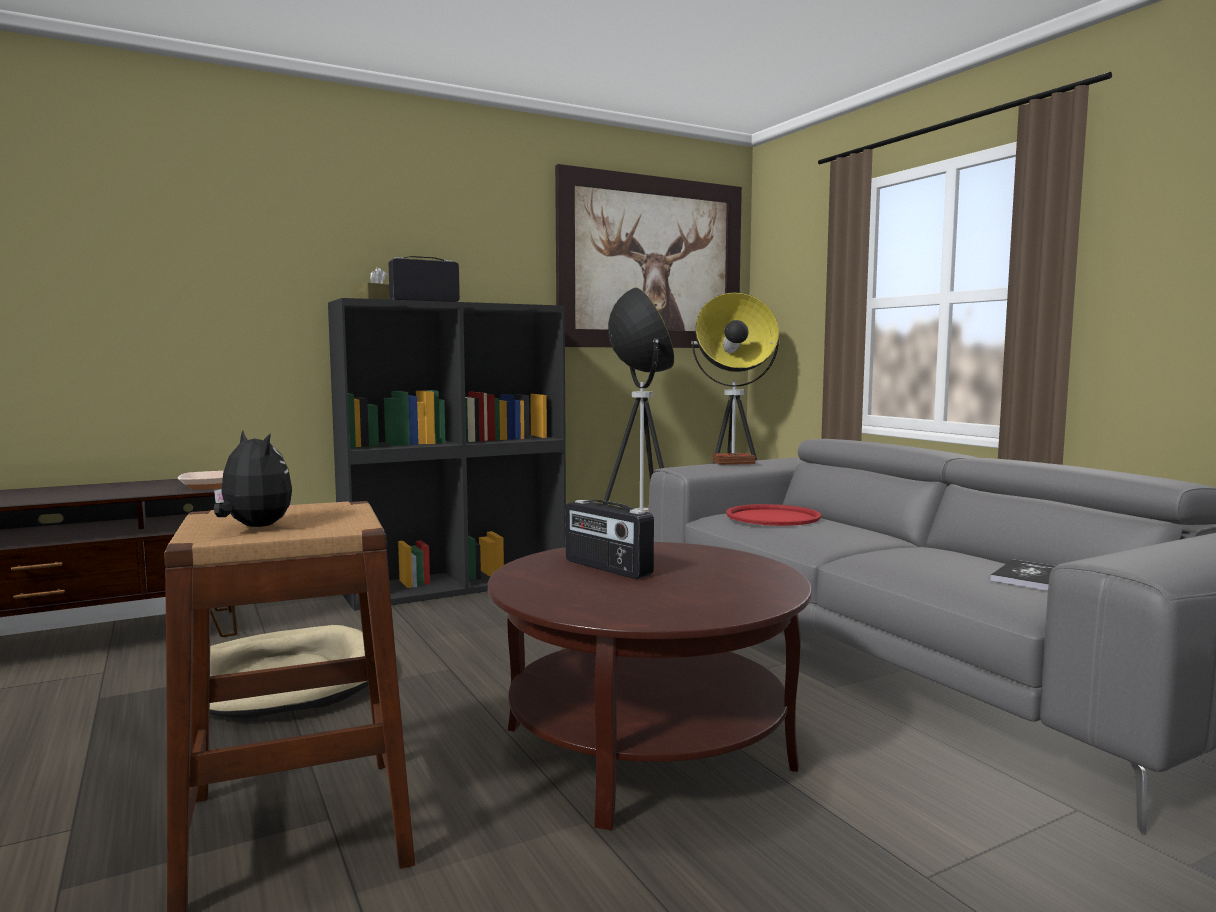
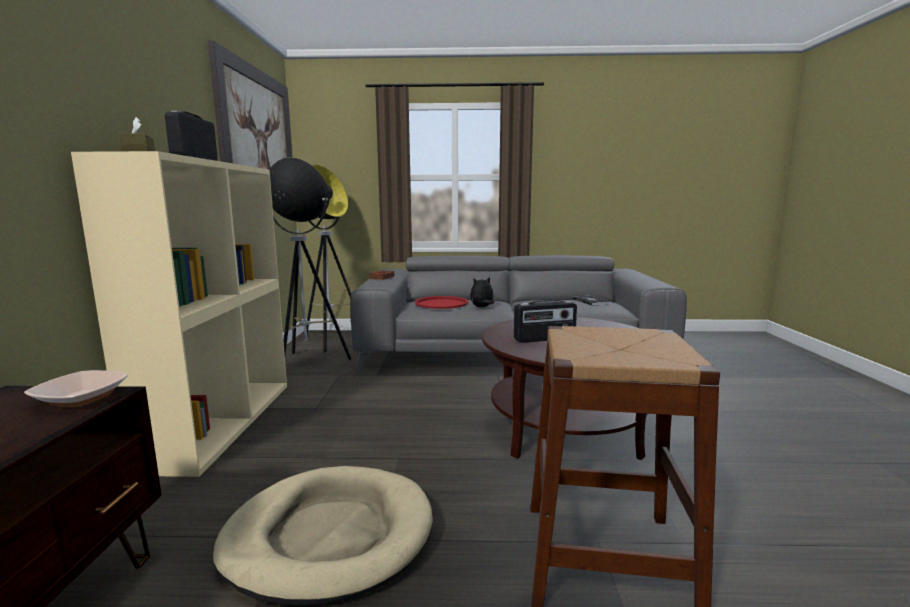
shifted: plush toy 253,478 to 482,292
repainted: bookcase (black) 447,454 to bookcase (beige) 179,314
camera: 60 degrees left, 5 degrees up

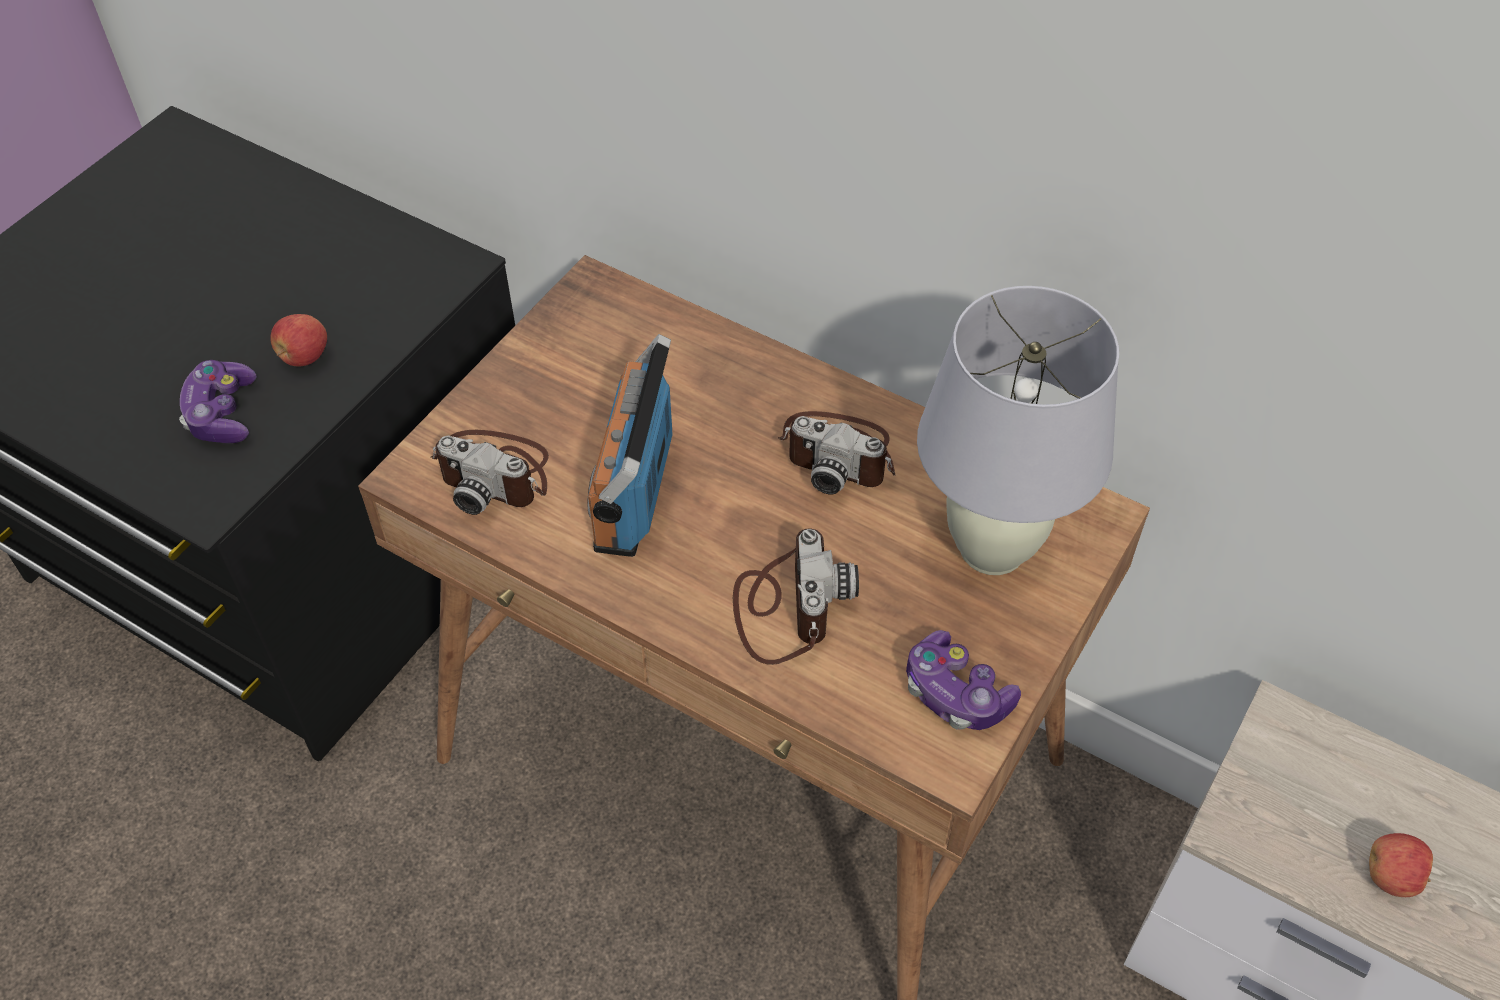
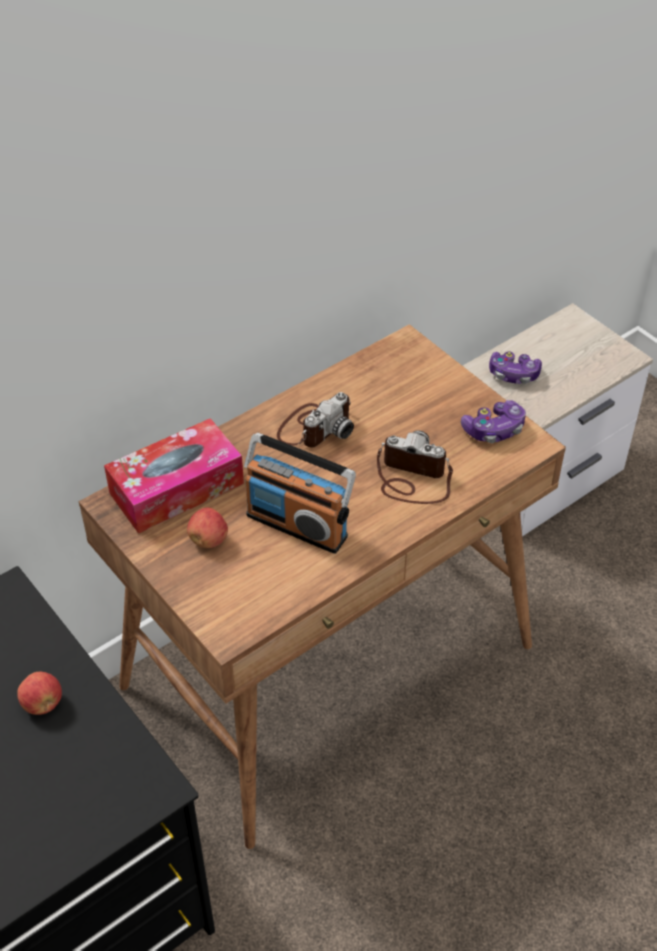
gone: photo camera 490,472; table lamp (white) 1018,430
new: tissue box 174,476
shifted: apple 1401,865 to 207,528; game controller 218,401 to 515,368
camera: 70 degrees left, 5 degrees down

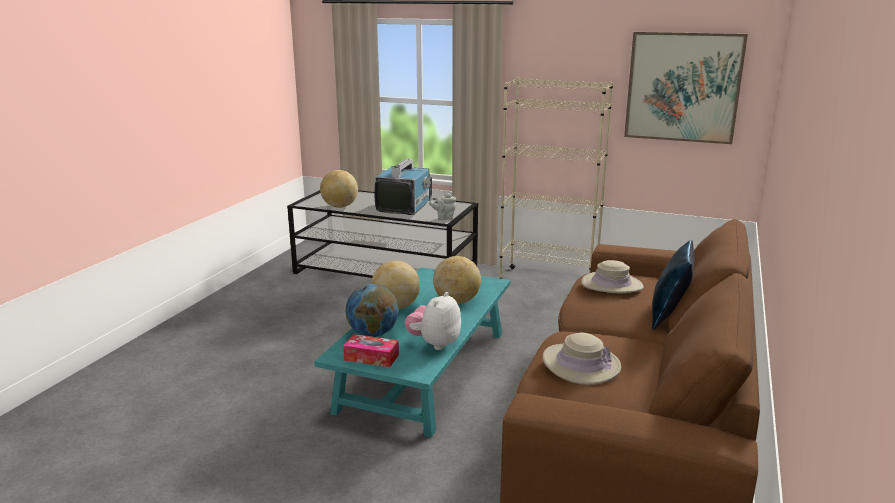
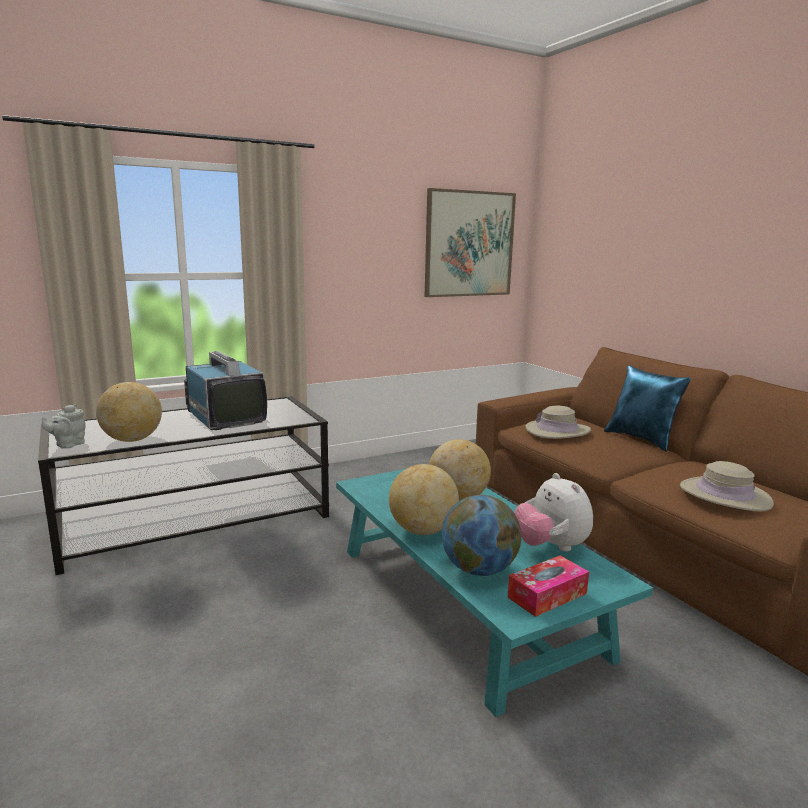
gone: bookcase (beige) 556,178
shifted: teapot (grey) 442,206 to 64,426
camera: 50 degrees left, 5 degrees down

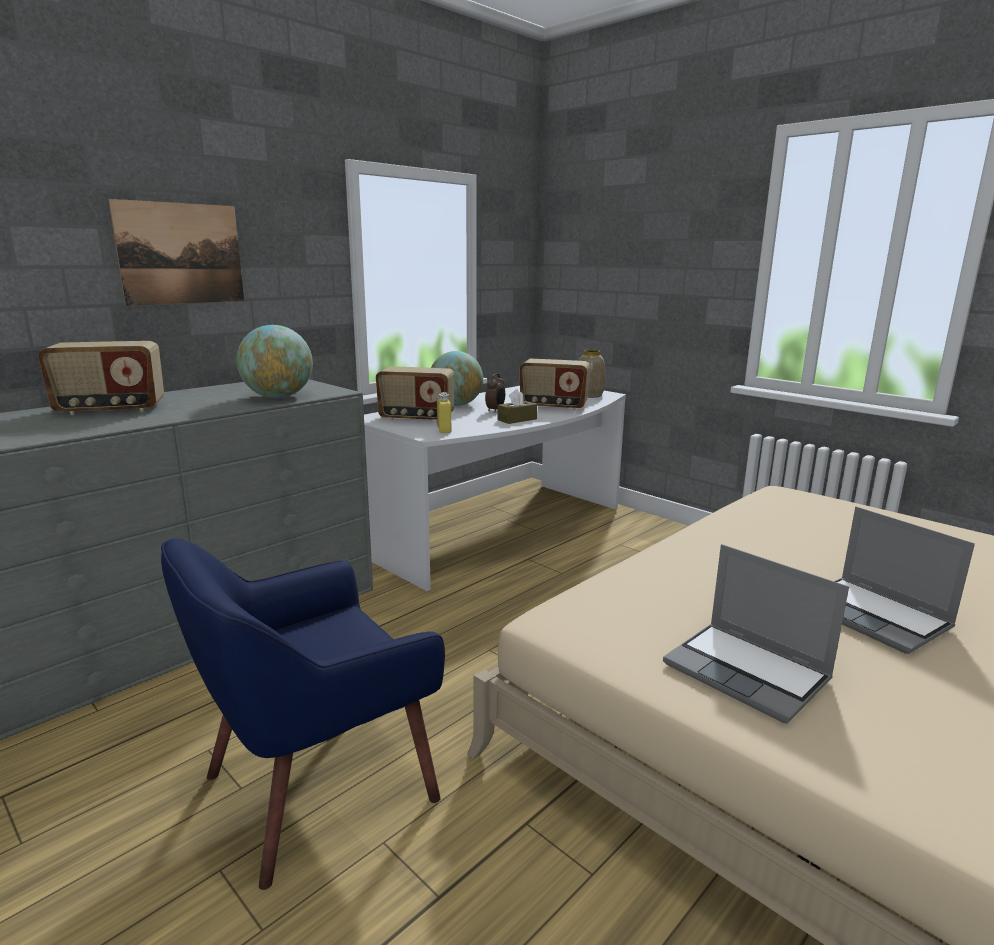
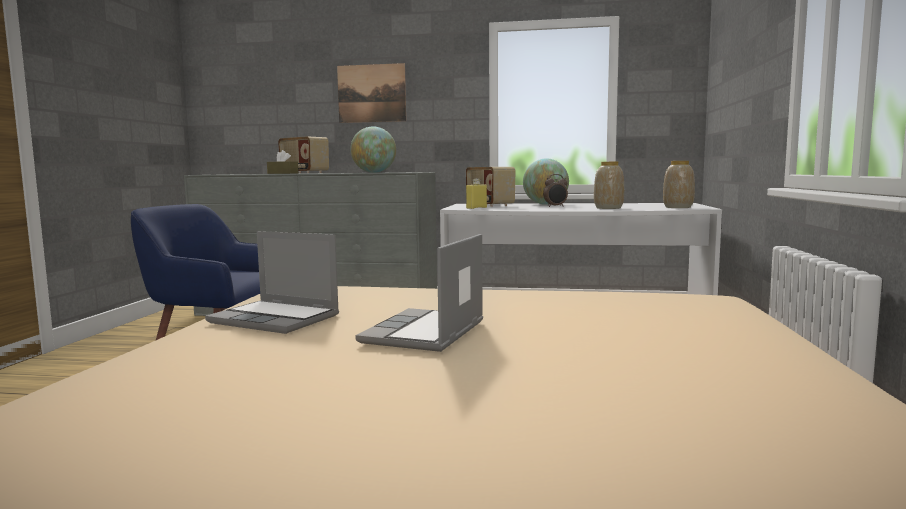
shifted: tissue box (brown) 517,406 to 282,162
swapped: radio 555,385 to vase 609,185
rotated: laptop 756,633 = 272,282 75 degrees counterclockwise
camera: 55 degrees right, 10 degrees down

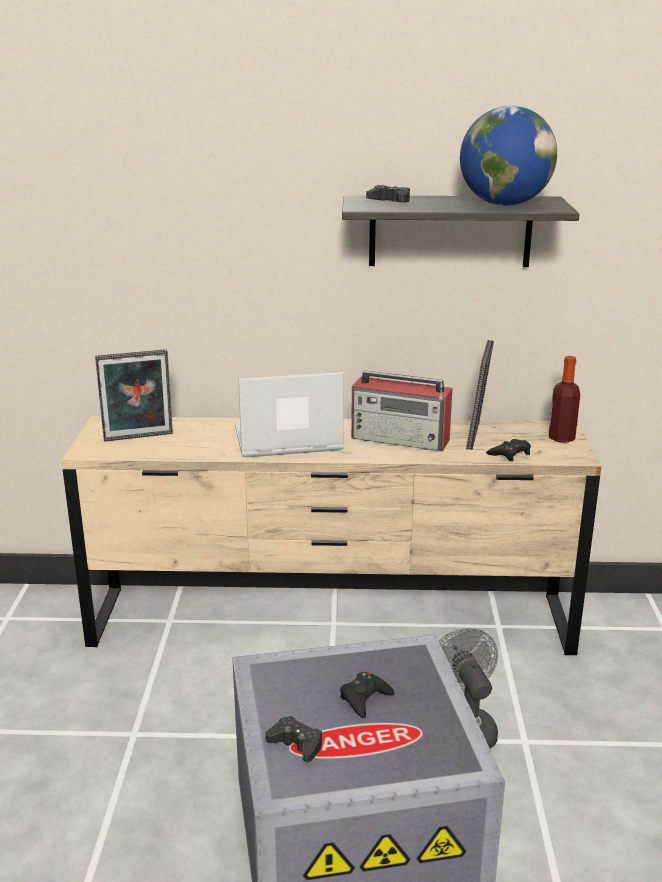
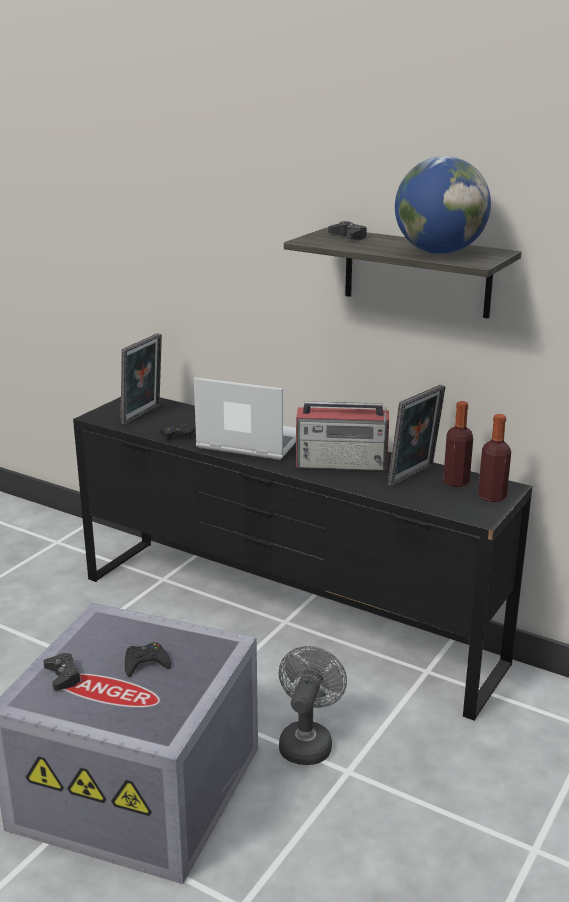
new: bottle 458,444
shifted: game controller (black) 508,450 to 177,432
repainted: dresser (beige) 331,535 to dresser (black) 302,559
rotated: picture frame 134,395 = 141,379 75 degrees counterclockwise; radio 402,411 = 342,436 45 degrees counterclockwise
camera: 30 degrees right, 0 degrees up

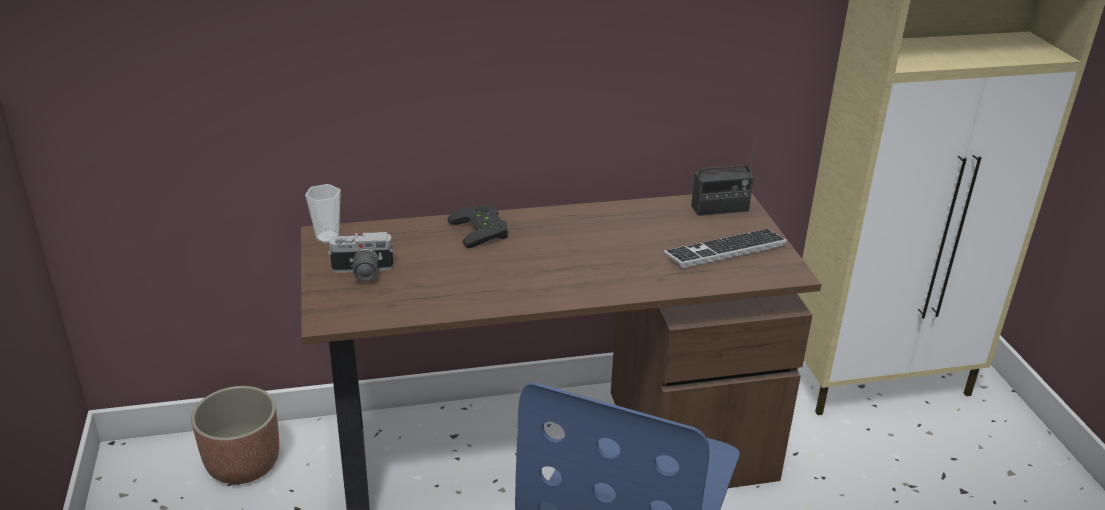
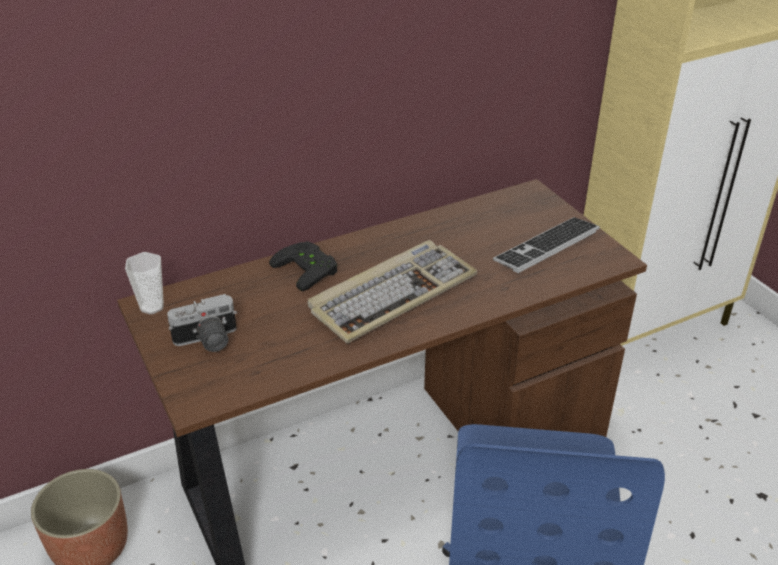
gone: radio 723,176
new: keyboard 392,292
camera: 15 degrees left, 5 degrees up

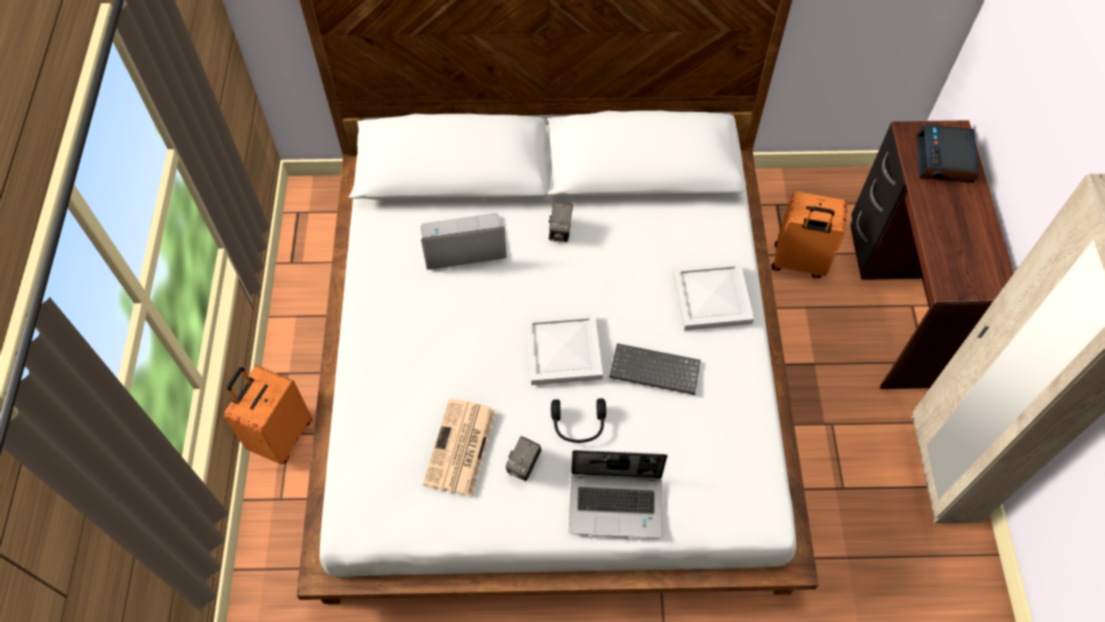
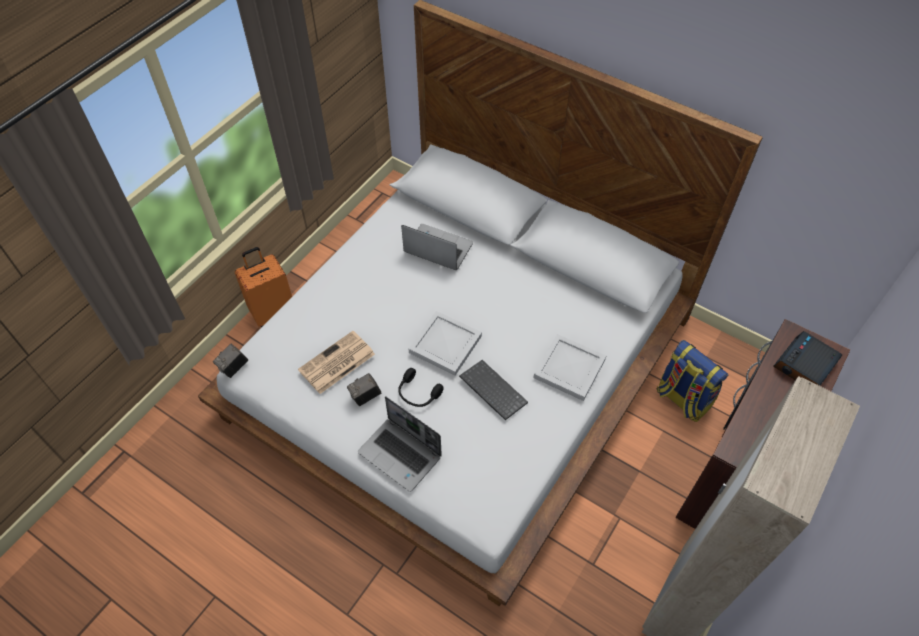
shifted: photo camera 561,222 to 230,361
swapped: suitcase (orange) 810,235 to backpack 692,381
camera: 35 degrees right, 5 degrees down

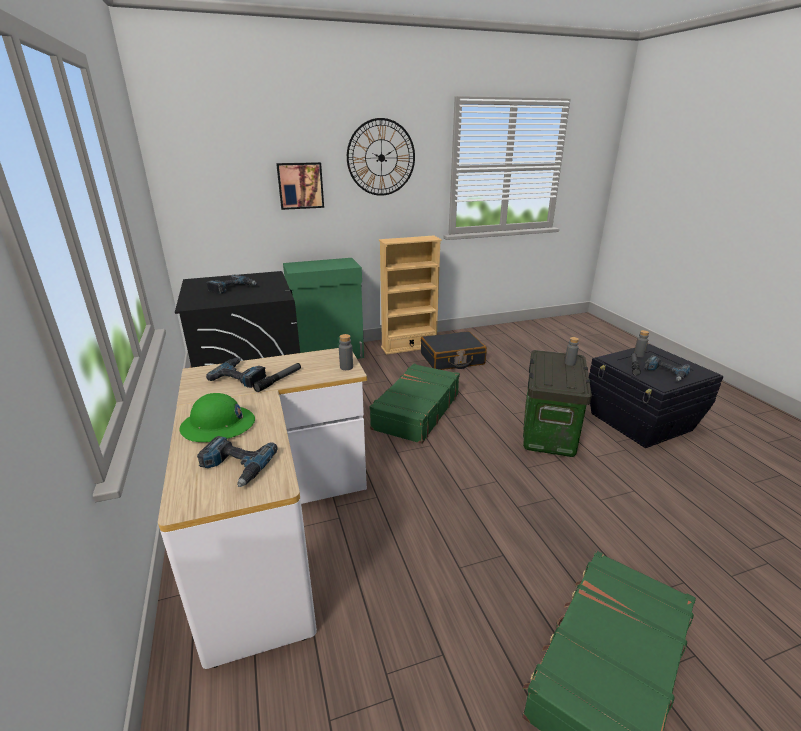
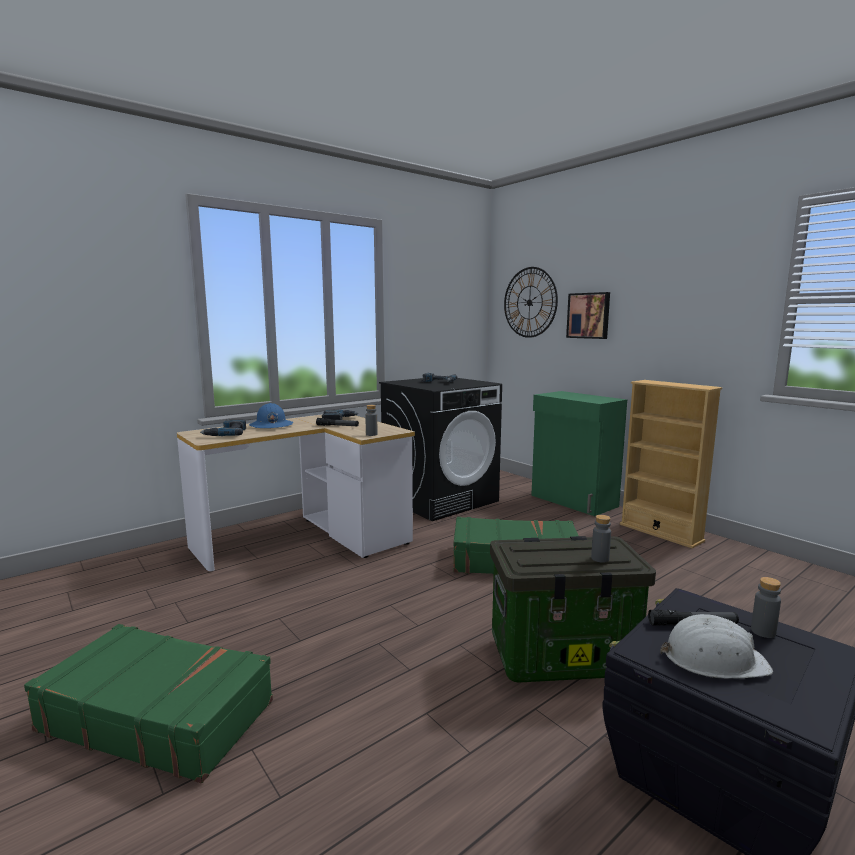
gone: suitcase (black) 454,350
shifted: wall clock 381,157 to 531,302
swapped: power drill 667,368 to hard hat (white) 716,646
repainted: hard hat (green) 217,417 to hard hat (blue) 271,415
camera: 70 degrees right, 15 degrees down

